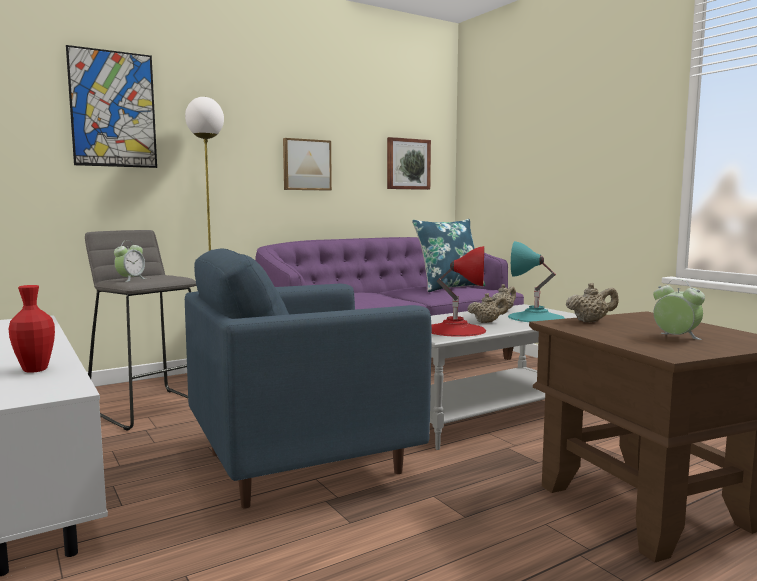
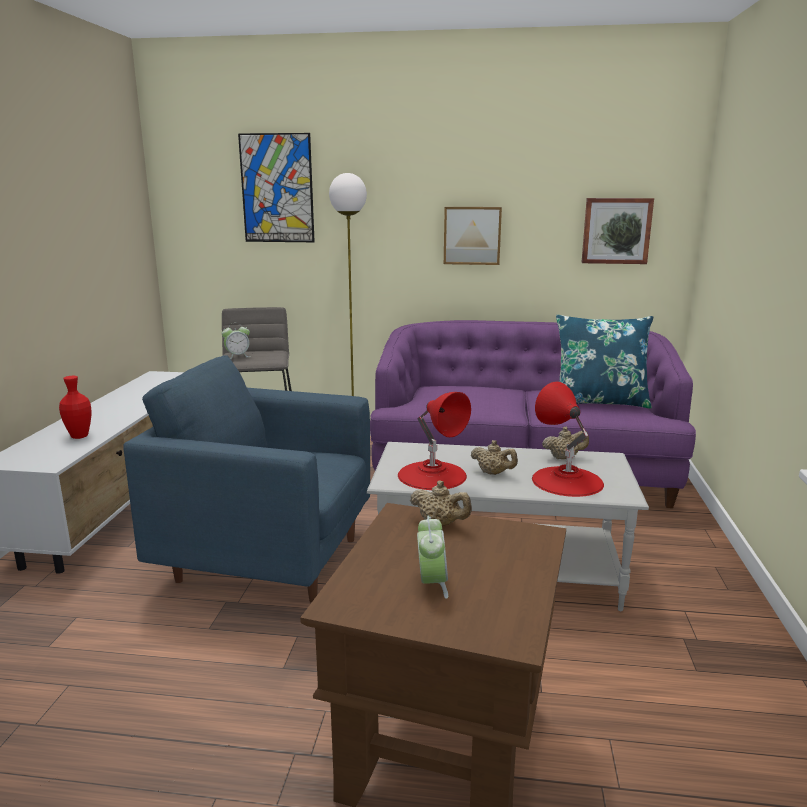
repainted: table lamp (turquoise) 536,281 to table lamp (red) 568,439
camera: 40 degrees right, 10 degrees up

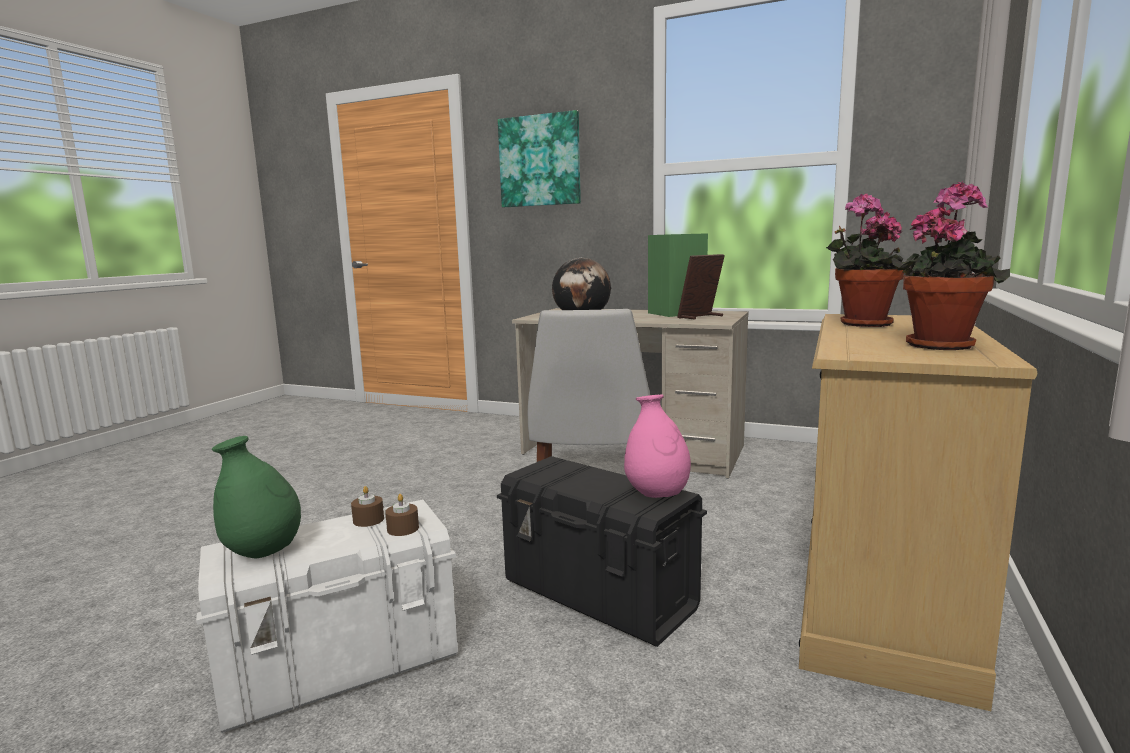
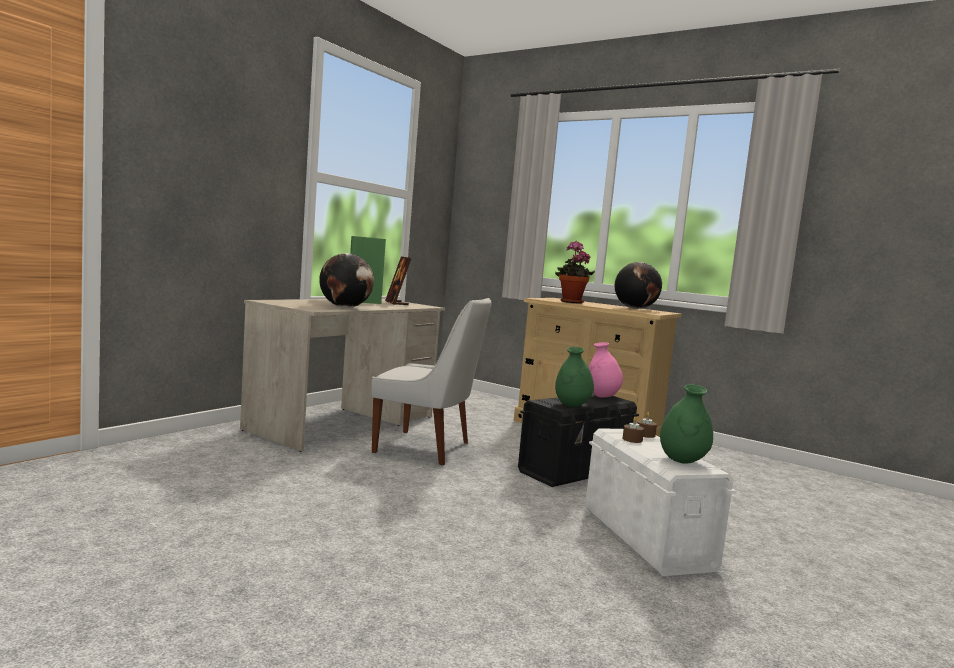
gone: picture 539,158
new: vase (green) 574,377
swapped: potted plant 950,265 to globe 638,285
camera: 80 degrees left, 5 degrees down

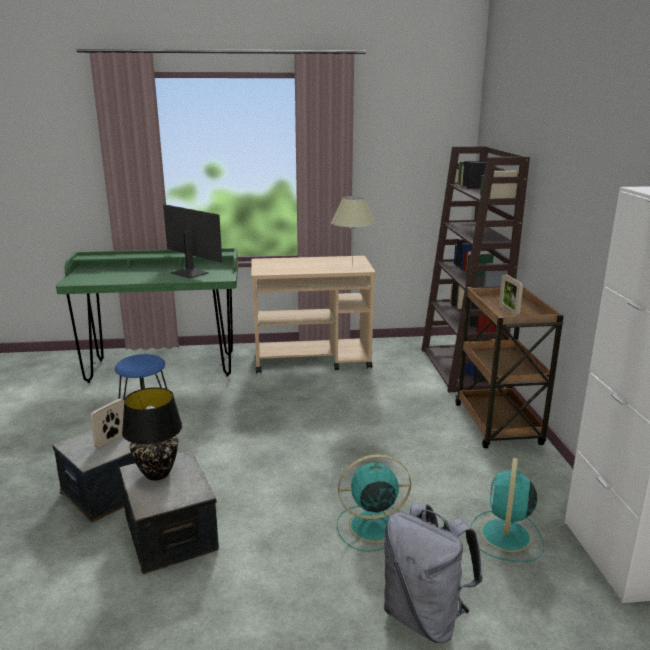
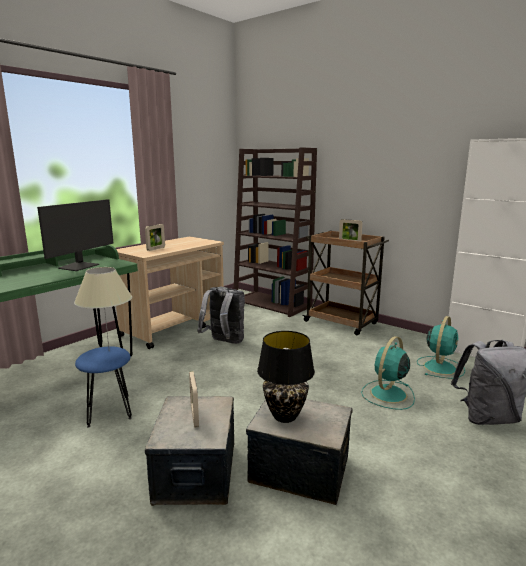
new: picture frame 155,237; backpack (grey) 221,315
shifted: table lamp (beige) 353,231 to 103,307
rotated: monitor 192,241 = 75,235 120 degrees clockwise; fan (turquoise) 507,510 = 441,347 120 degrees counterclockwise
camera: 45 degrees left, 5 degrees down

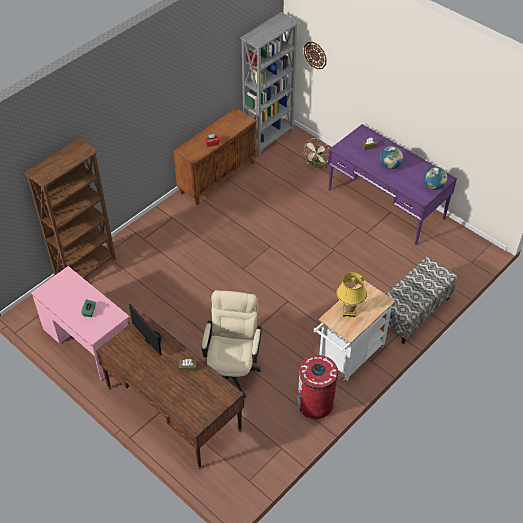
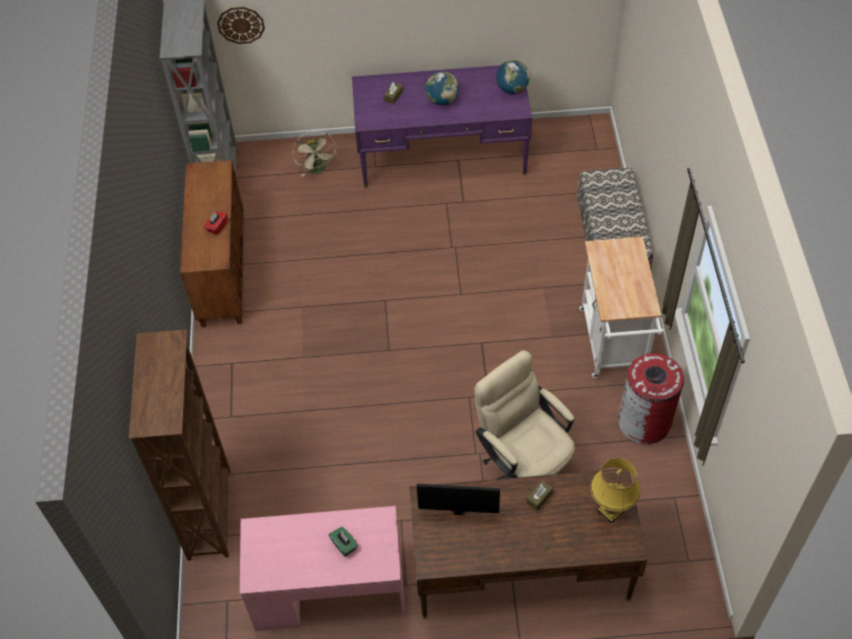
shifted: table lamp (yellow) 351,294 to 616,491
camera: 45 degrees left, 5 degrees up

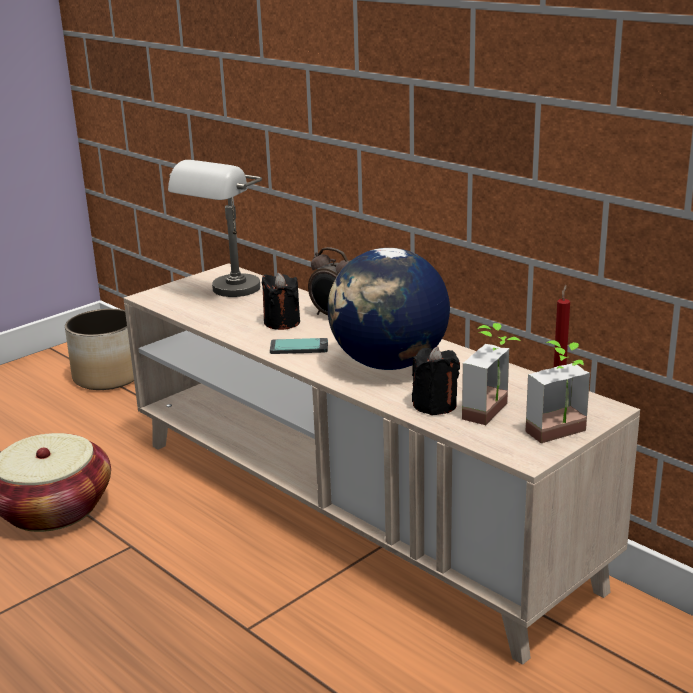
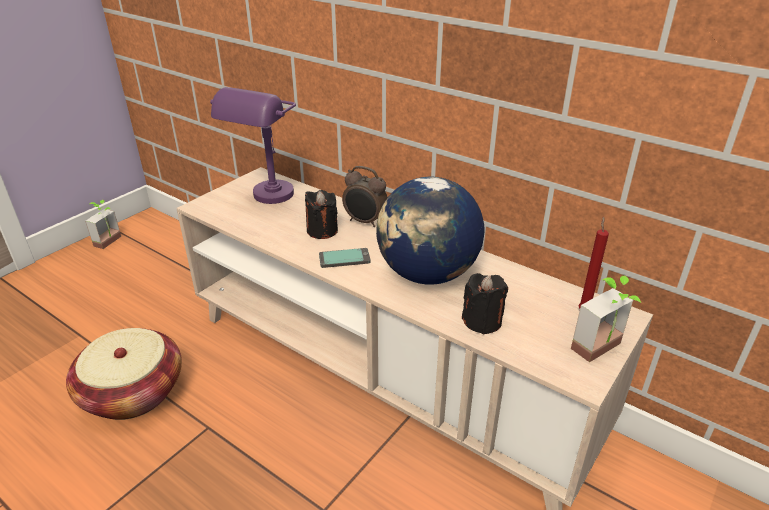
gone: planter 99,349
shifted: potted plant 491,374 to 103,224
repainted: table lamp (grey) 215,228 to table lamp (purple) 253,145
camera: 10 degrees left, 10 degrees up

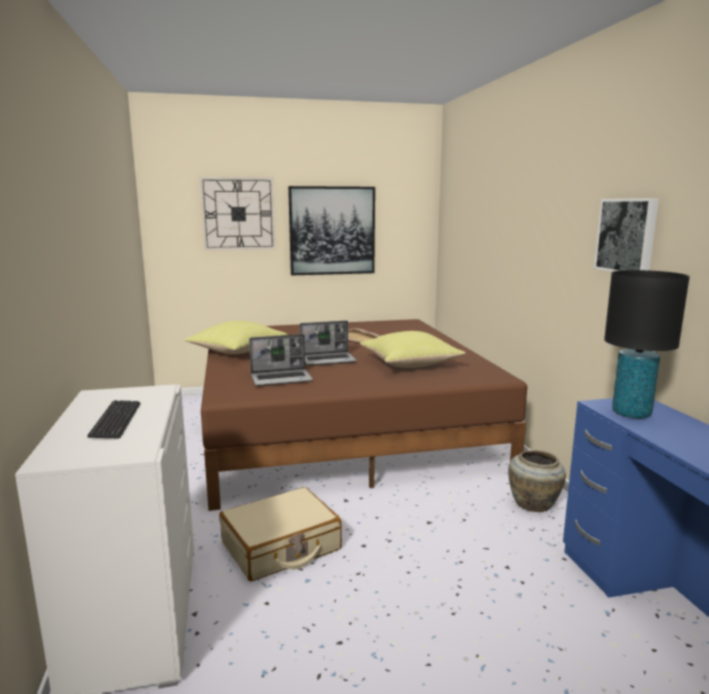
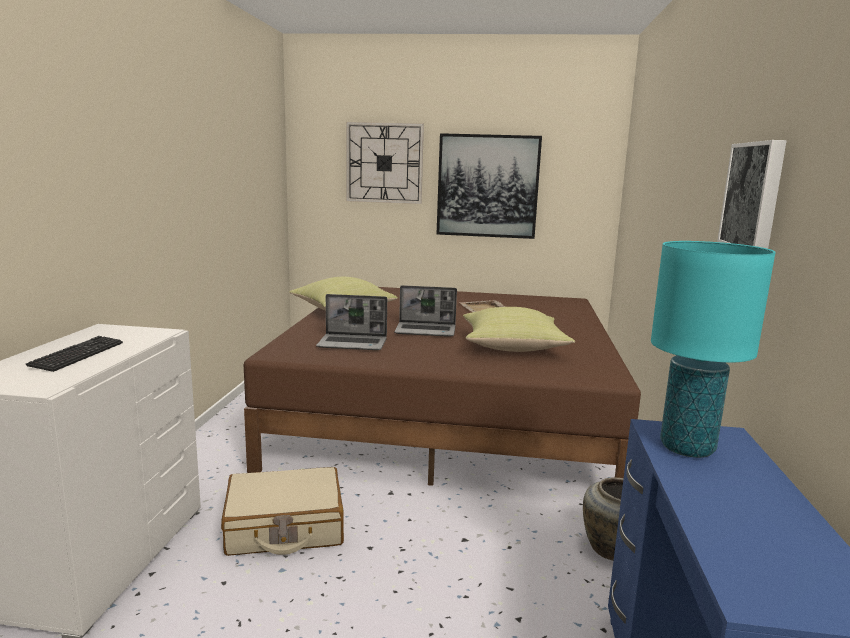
repainted: table lamp (black) 647,344 to table lamp (turquoise) 713,349
camera: 20 degrees right, 0 degrees up

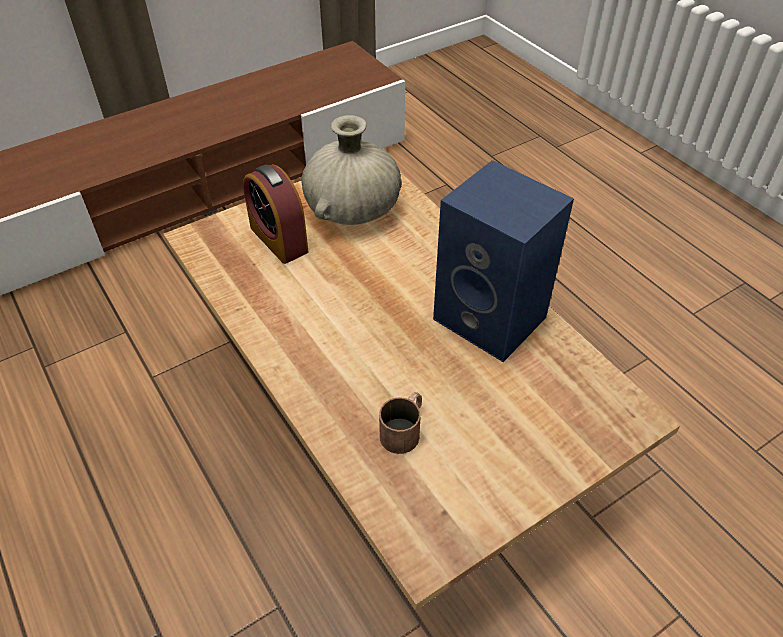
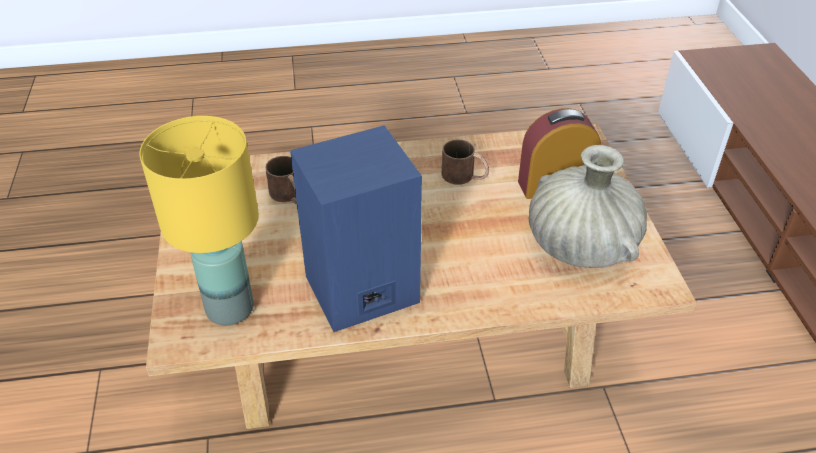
new: table lamp (yellow) 199,220; mug (brown) 465,162
camera: 115 degrees right, 5 degrees down

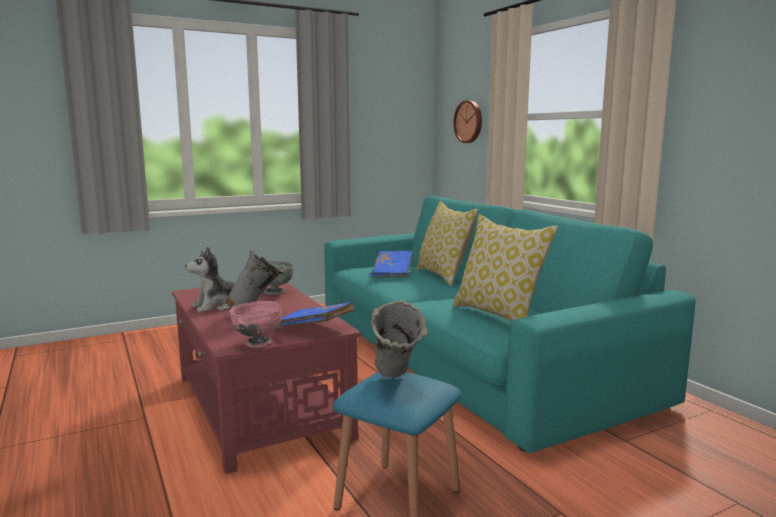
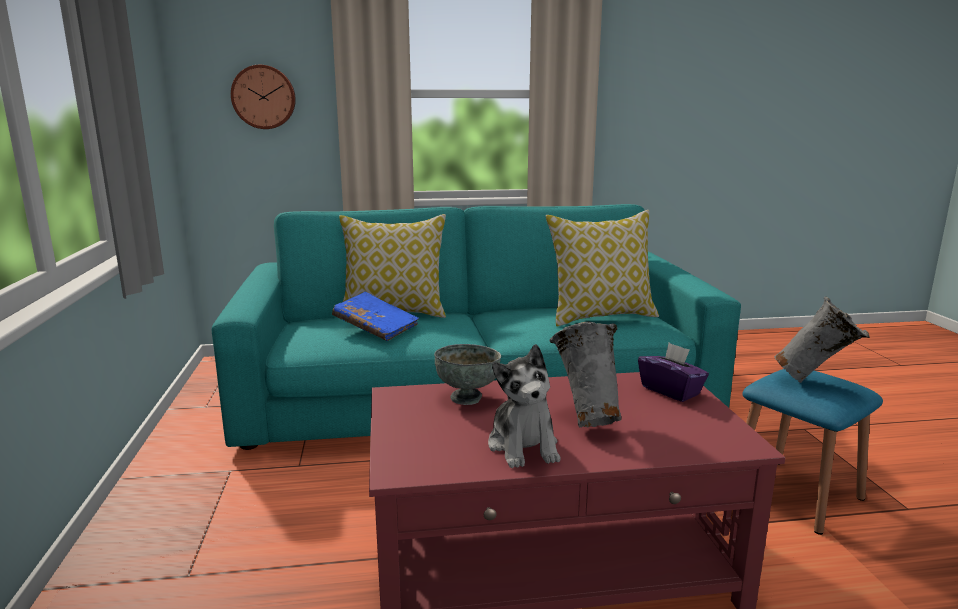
gone: bowl (pink) 256,324
swapped: book (blue) 315,315 to tissue box (purple) 673,372
camera: 70 degrees left, 5 degrees up

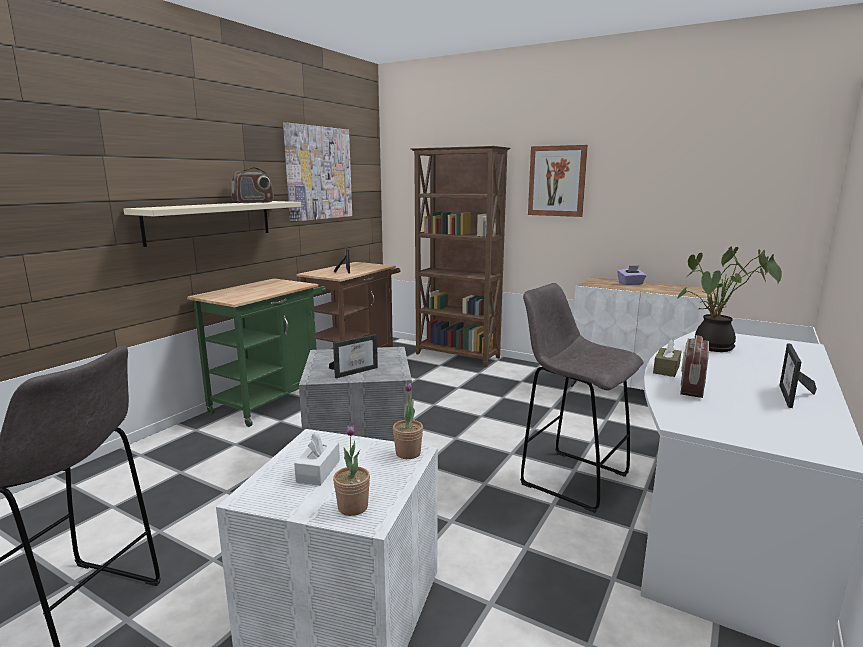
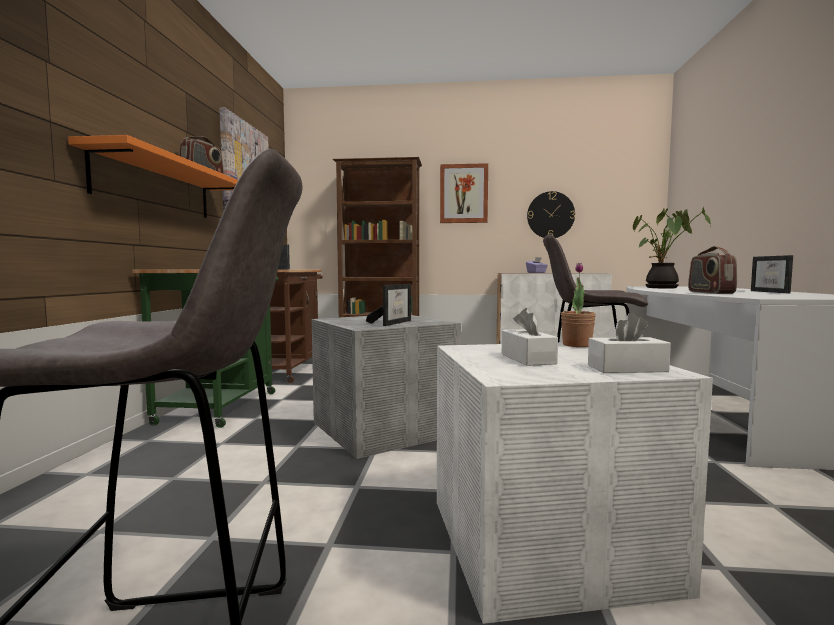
gone: tissue box (brown) 667,358
new: wall clock 551,214
swapped: potted plant 351,470 to tissue box (white) 629,342
repainted: shelf (beige) 212,224 to shelf (orange) 153,176
camera: 25 degrees left, 10 degrees down

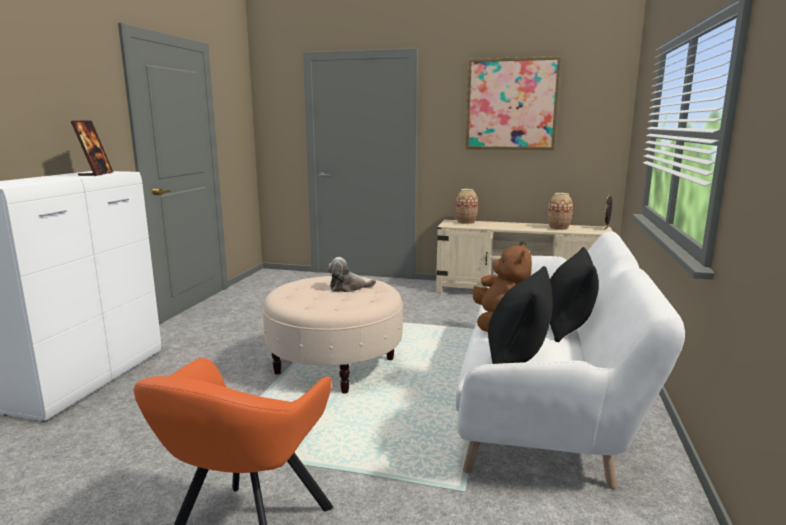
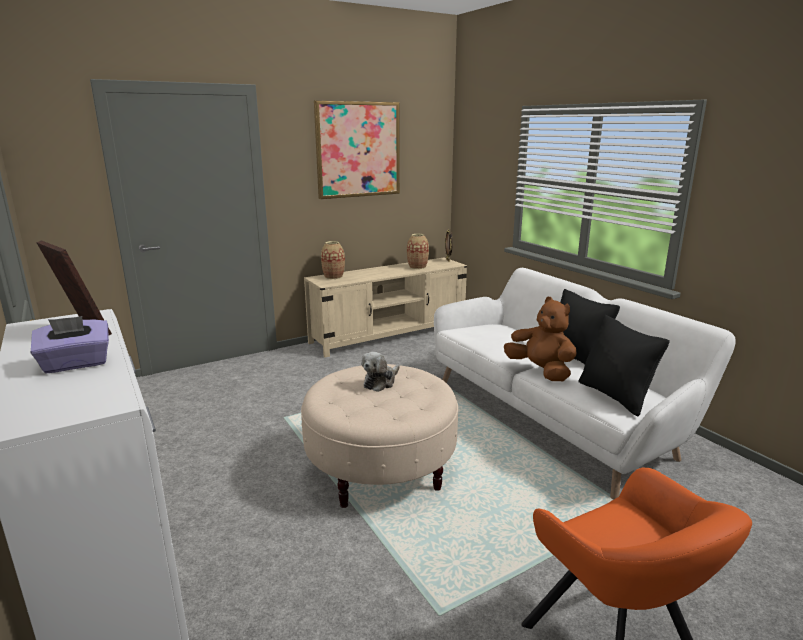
new: tissue box (purple) 70,344
camera: 45 degrees left, 5 degrees up

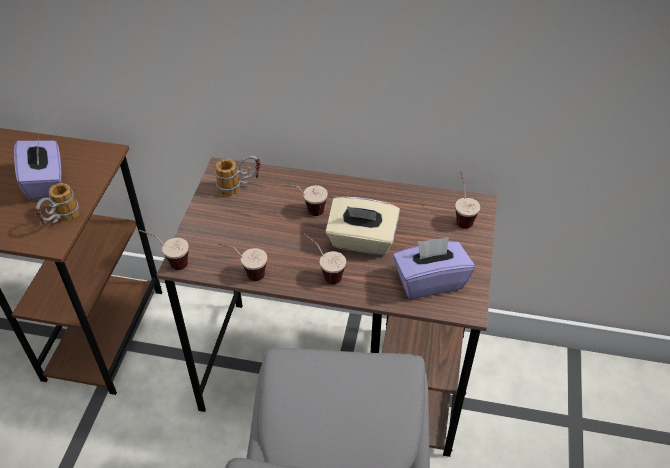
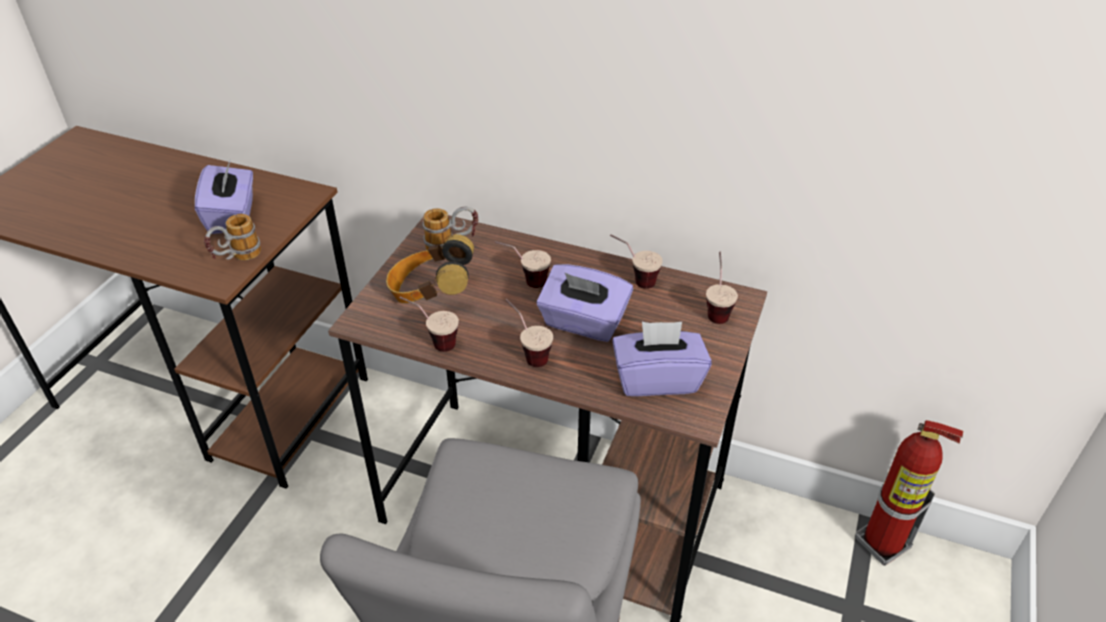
new: headphones 430,268; fire extinguisher 909,493
shifted: cup 164,250 to 636,262
repainted: tissue box (beige) 362,226 to tissue box (purple) 584,303
camera: 10 degrees right, 5 degrees down

